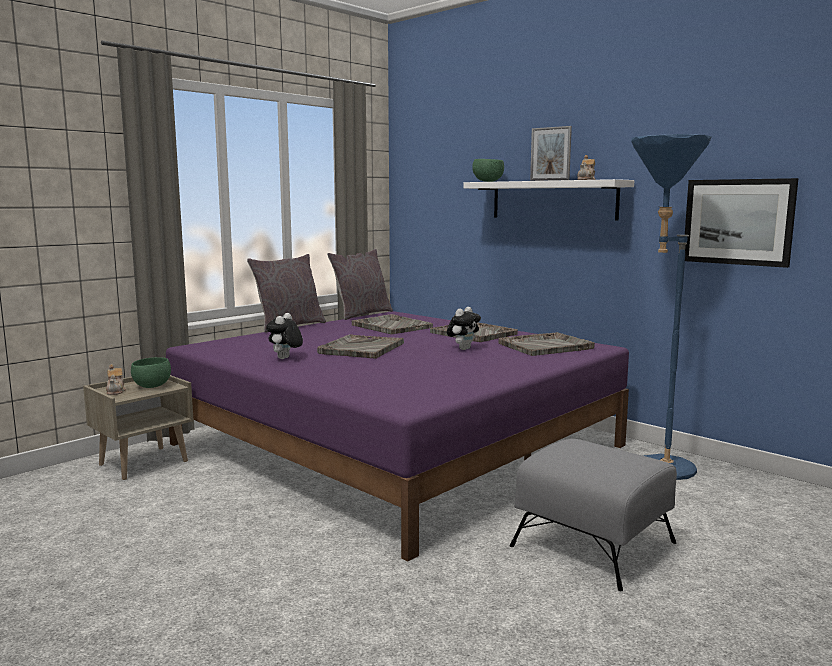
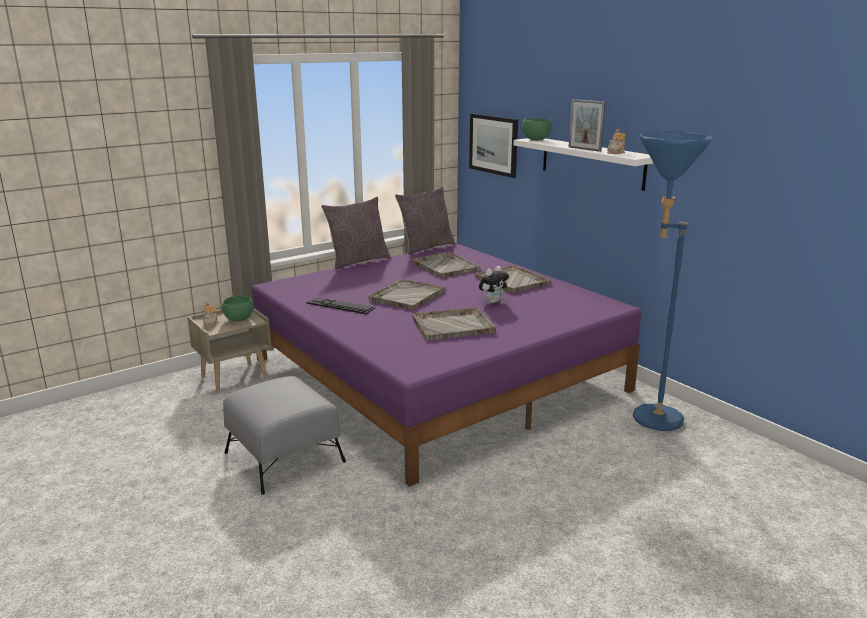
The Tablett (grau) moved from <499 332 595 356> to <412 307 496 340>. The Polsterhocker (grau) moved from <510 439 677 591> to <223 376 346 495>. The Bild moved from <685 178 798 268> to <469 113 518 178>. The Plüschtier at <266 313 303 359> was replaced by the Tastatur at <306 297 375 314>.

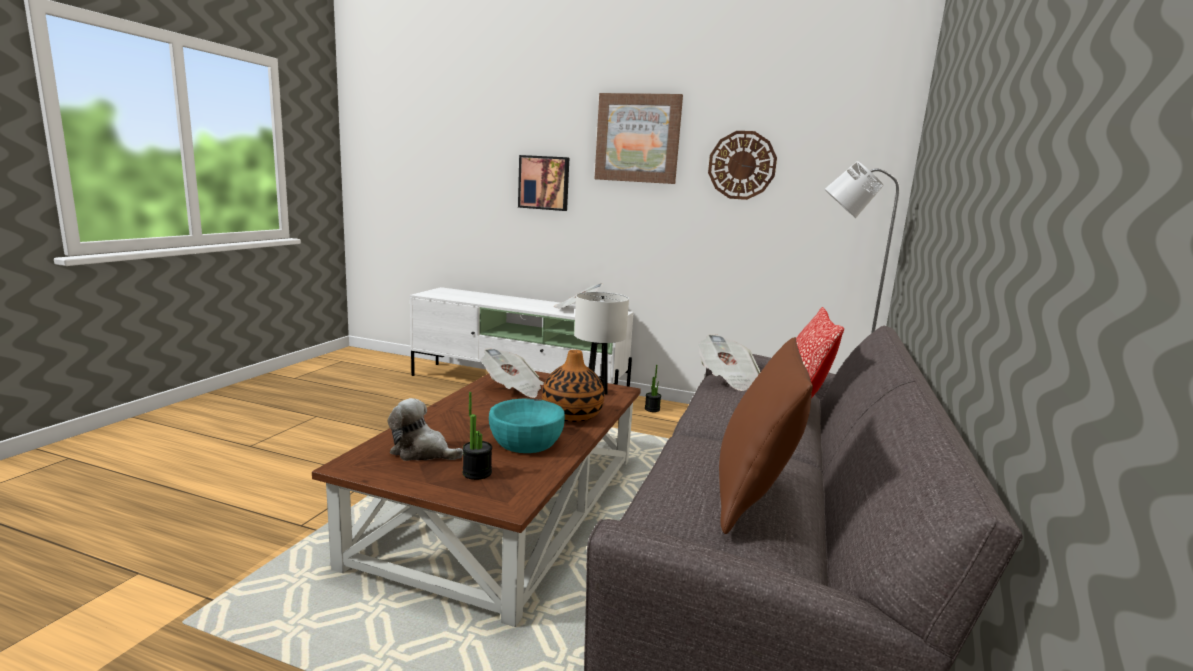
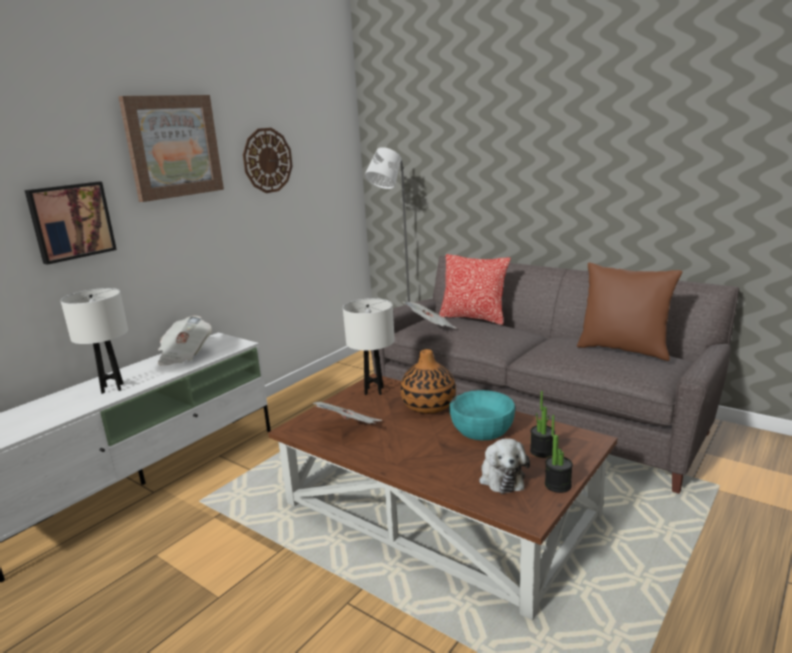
The Tischlampe (weiß) at <60 288 128 394> appeared. The Topfpflanze moved from <645 365 661 412> to <545 415 573 493>. The Plüschtier at <388 398 463 461> turned 45 degrees counterclockwise.

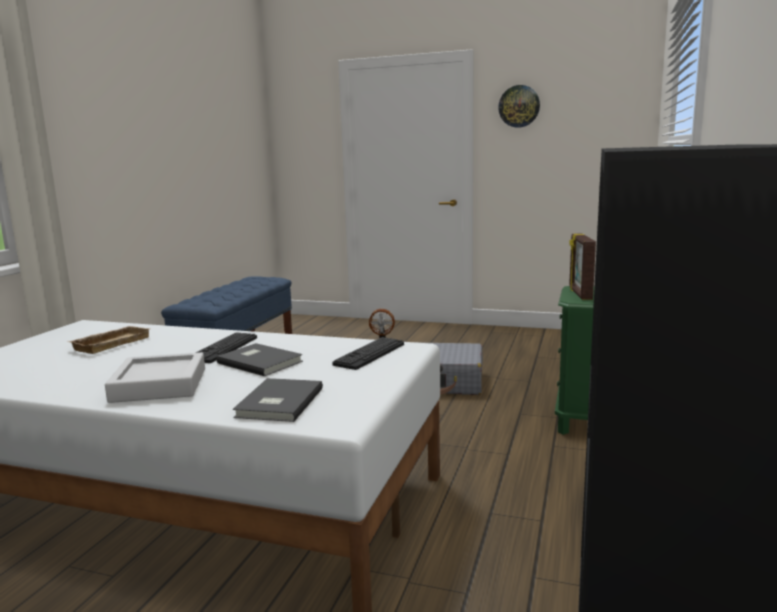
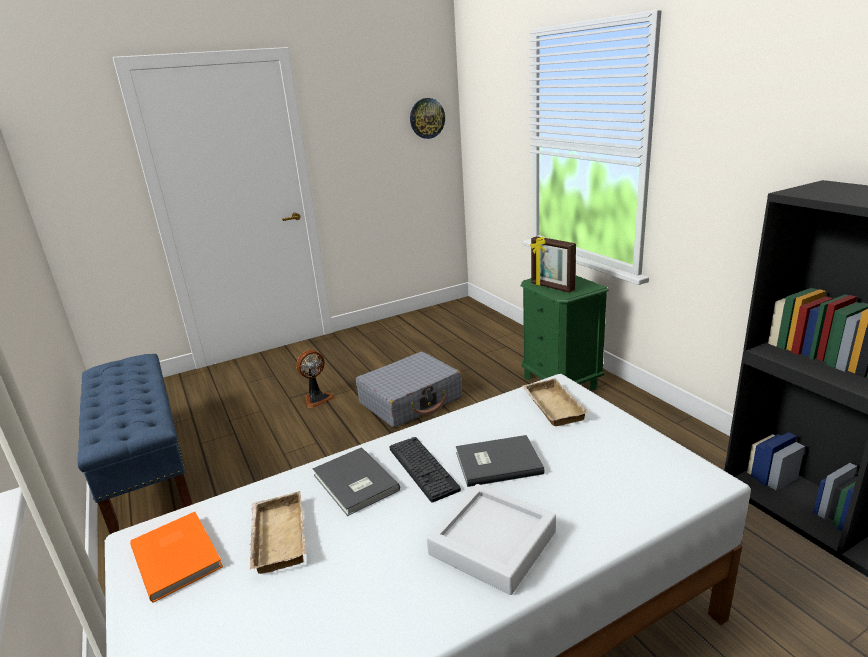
The Buch (orange) at <130 512 223 603> appeared. The Buch (grau) moved from <233 378 323 422> to <312 447 400 516>. The Wanduhr moved from <498 85 540 128> to <410 98 445 139>. The Tastatur at <332 337 404 370> was replaced by the Tablett (beige) at <522 378 589 426>.

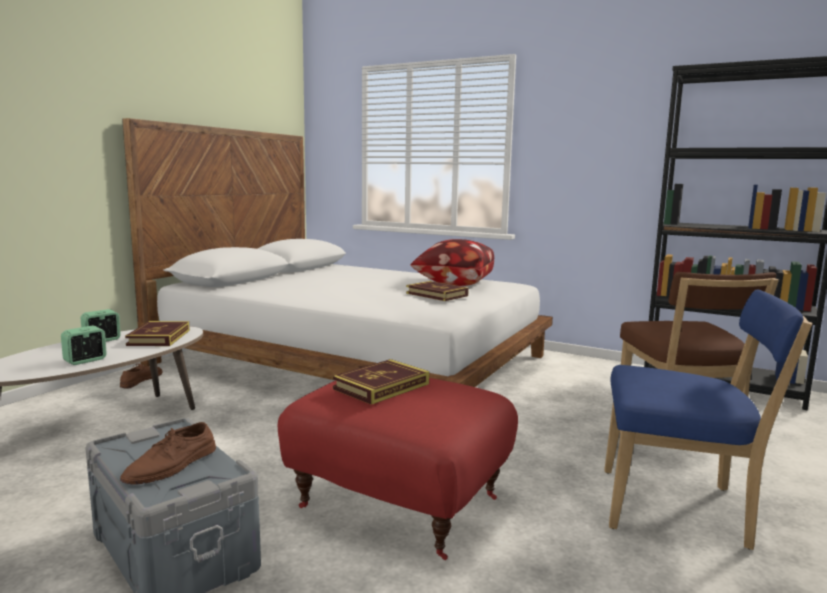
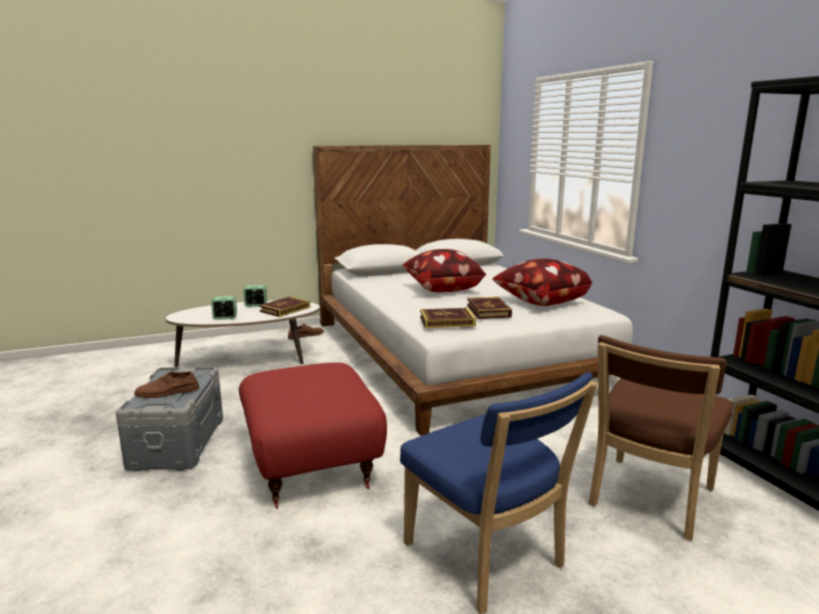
The Kissen at <402 249 486 292> appeared. The Buch moved from <333 359 429 405> to <420 308 476 328>.

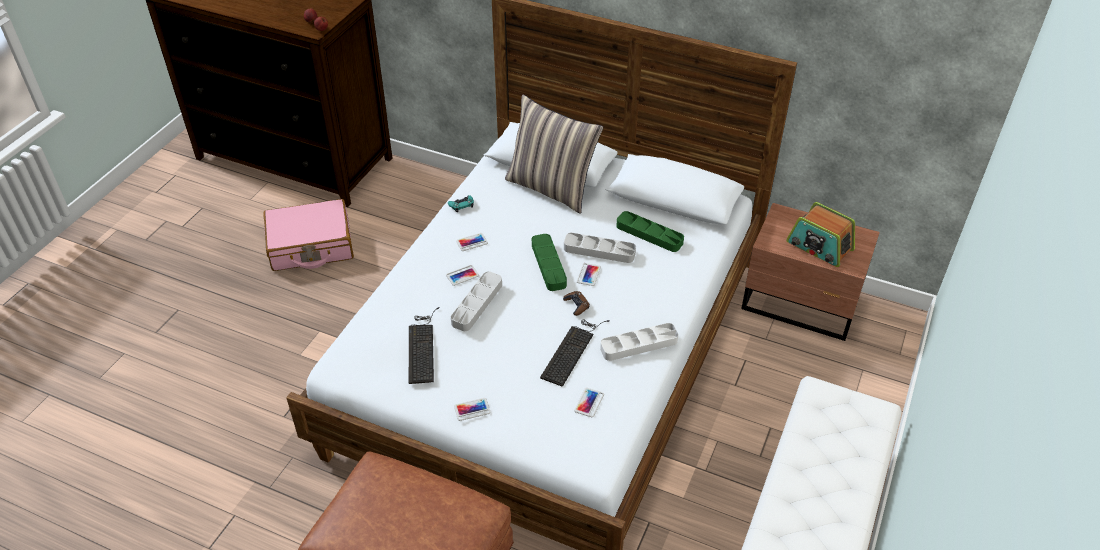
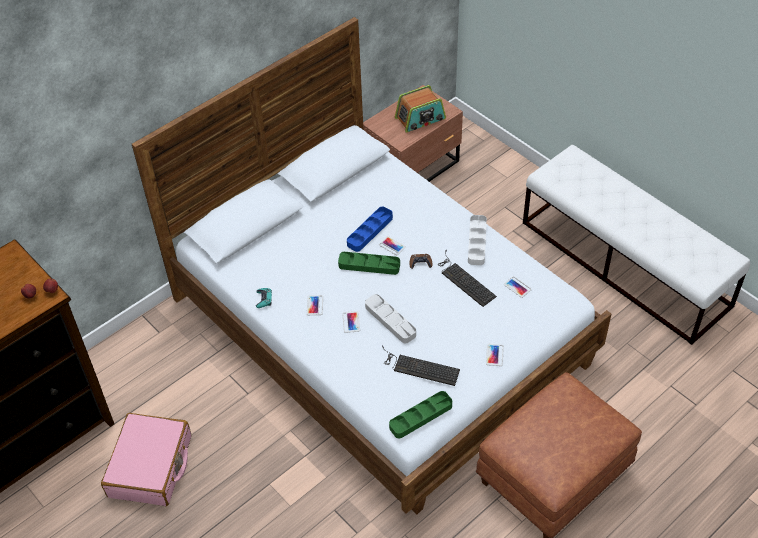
The Kissen at <505 95 603 214> disappeared. The Tablett (grün) moved from <616 211 684 252> to <389 391 452 438>. The Tablett (grau) at <564 233 636 263> became the Tablett (blau) at <347 206 393 252>.

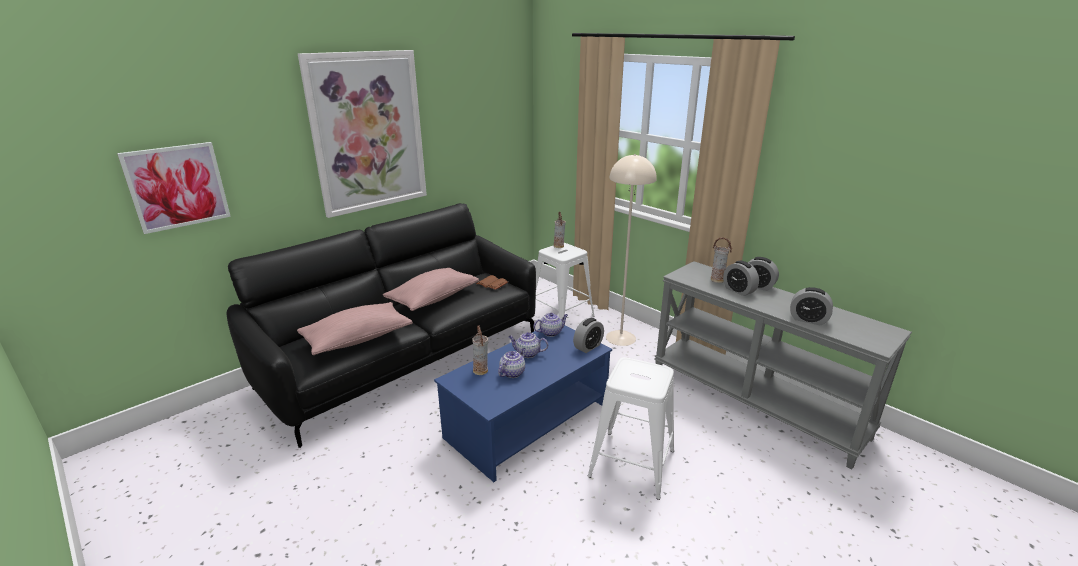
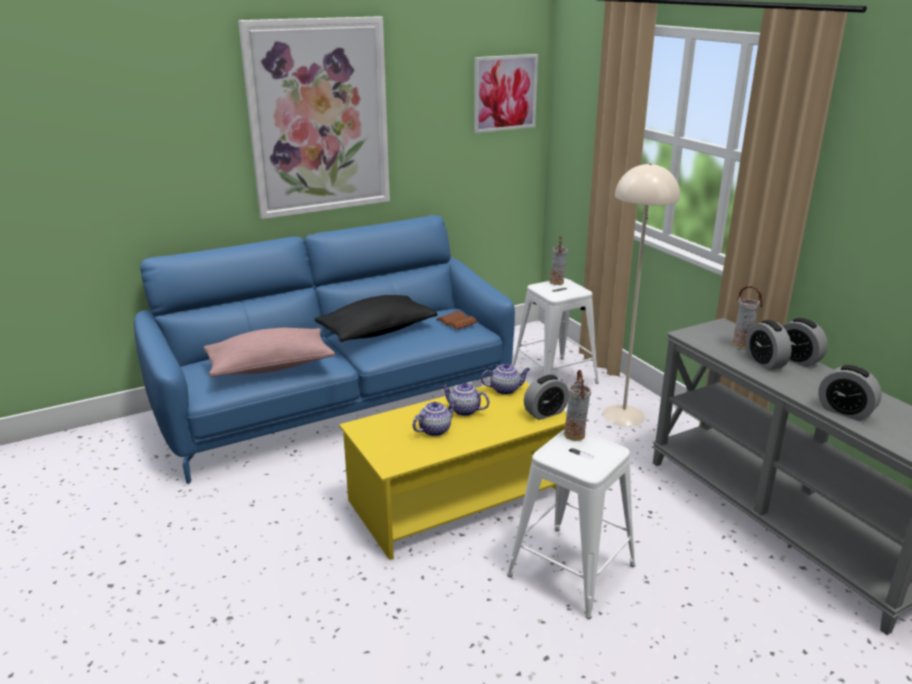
The Bild moved from <117 142 231 234> to <474 54 538 133>. The Vase moved from <472 325 488 375> to <564 370 591 441>. The Sofa (schwarz) at <226 203 536 448> became the Sofa (blau) at <134 215 515 484>. The Kissen (rosa) at <383 268 479 311> became the Kissen (schwarz) at <315 295 437 342>. The Couchtisch (blau) at <434 325 612 482> became the Couchtisch (gelb) at <339 381 567 560>.

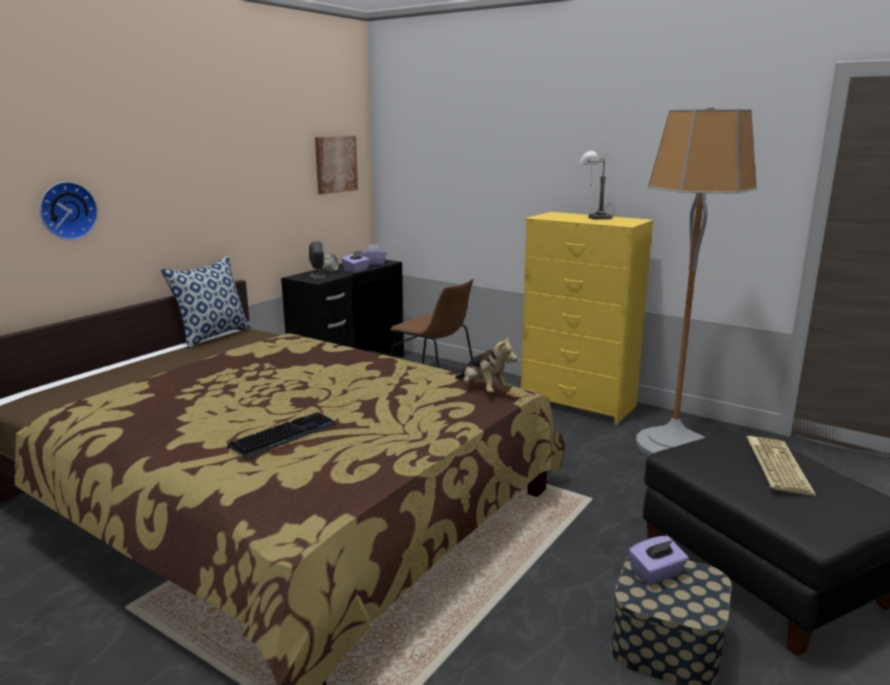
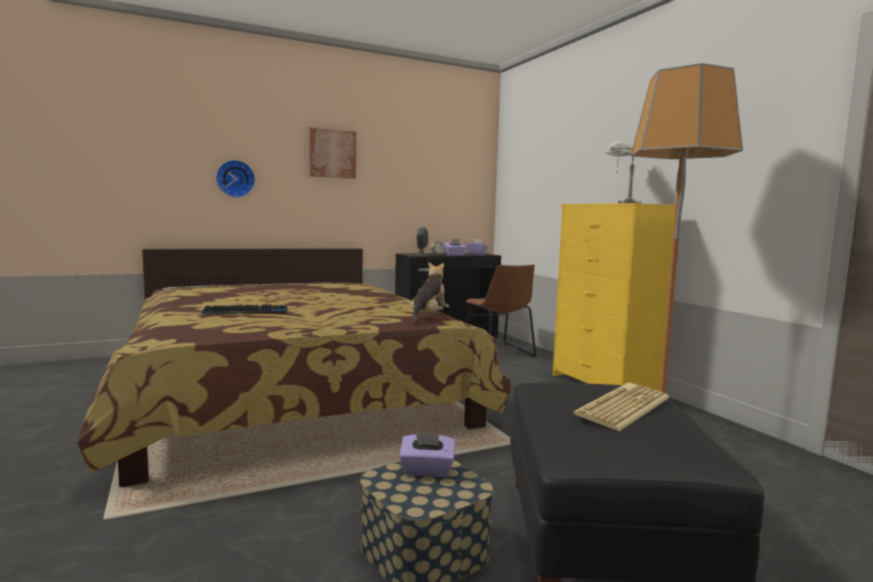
The Kissen at <161 255 252 349> disappeared. The Bild moved from <315 136 358 194> to <309 128 356 179>. The Plüschtier at <455 336 518 392> turned 150 degrees counterclockwise.

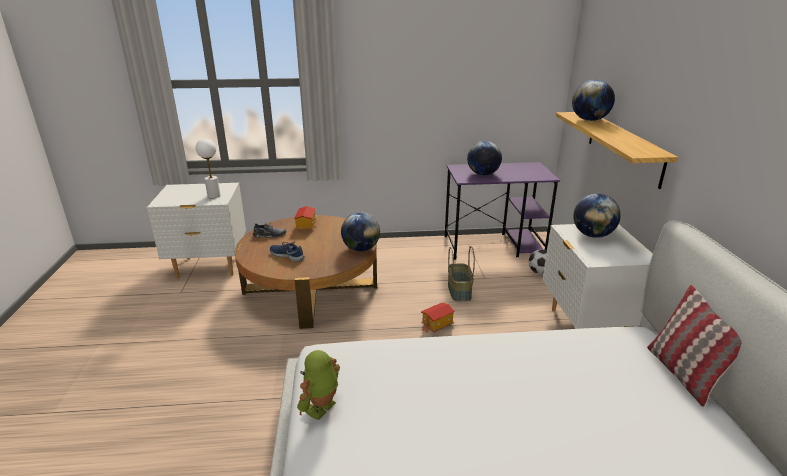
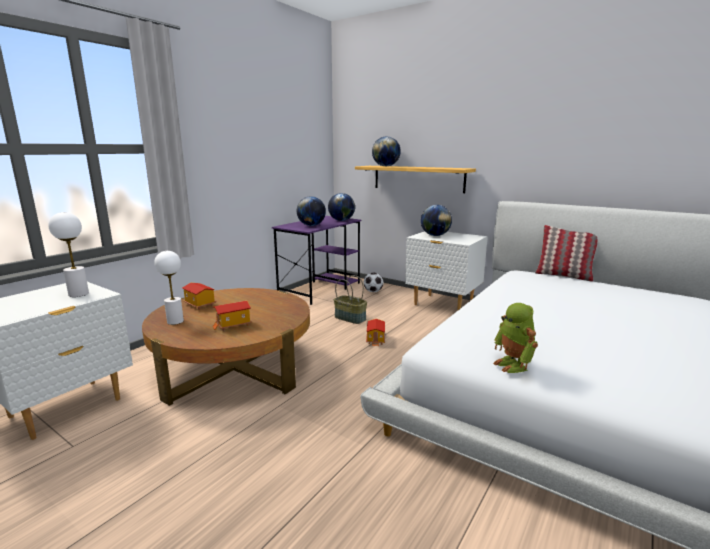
The Globus moved from <341 212 380 251> to <328 193 355 221>. The Schuh (grau) at <253 222 287 238> was replaced by the Tischlampe (weiß) at <154 251 184 325>. The Schuh (blau) at <270 242 305 262> was replaced by the Spielzeughaus at <213 301 252 331>.

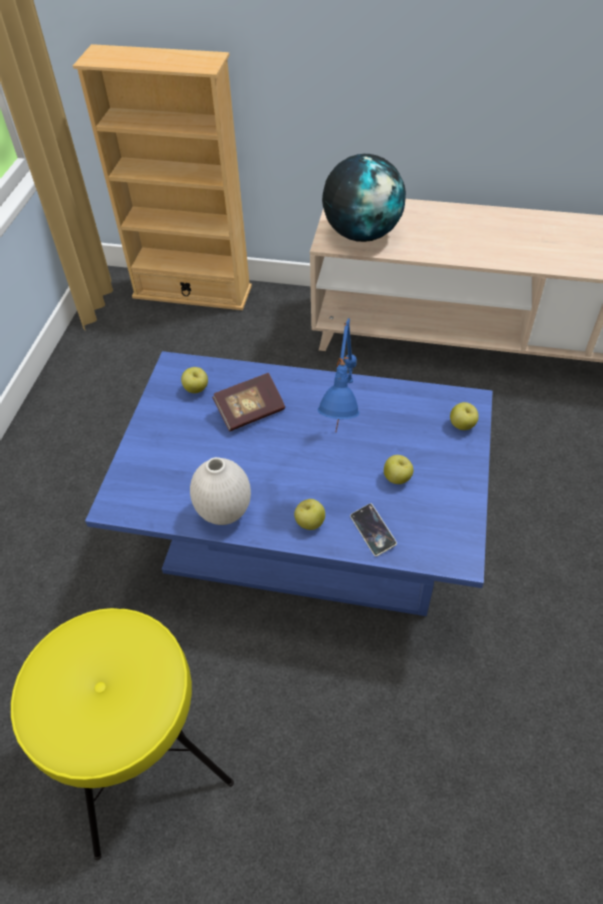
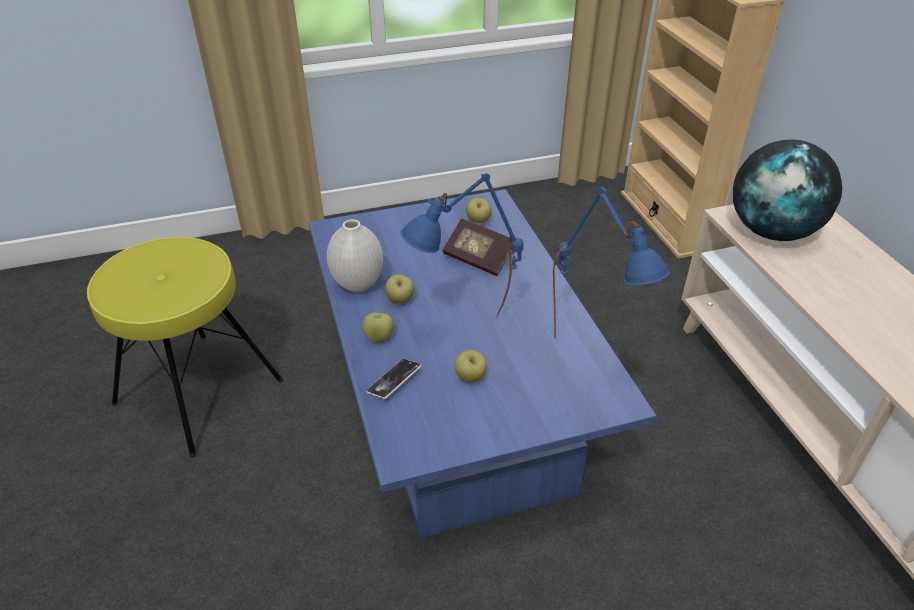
The Tischlampe (blau) at <553 187 670 339> appeared. The Apfel moved from <450 402 479 430> to <385 274 414 303>.

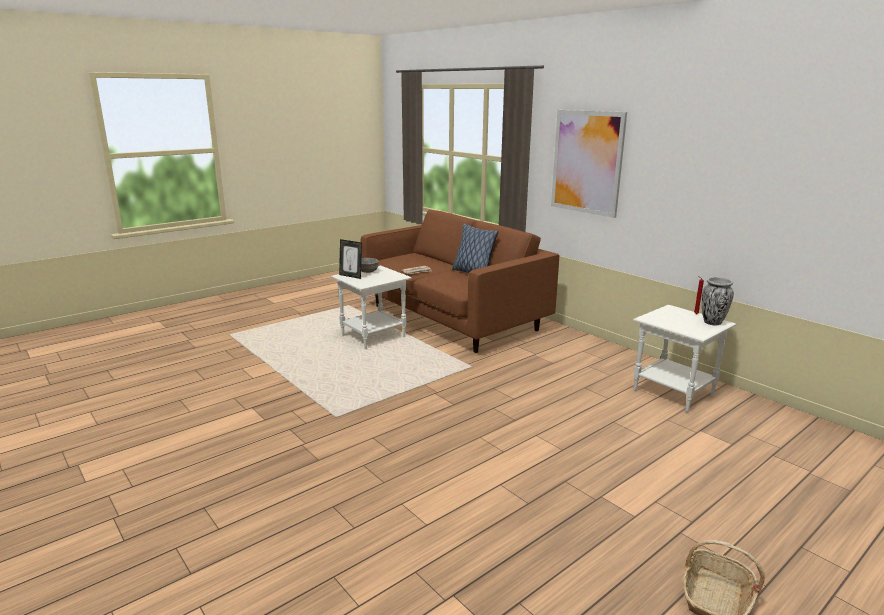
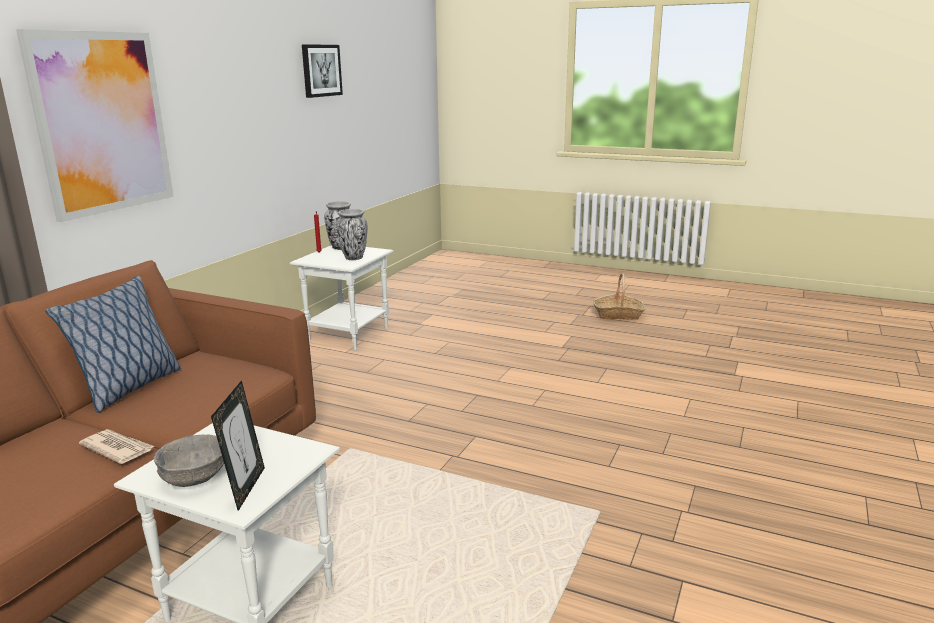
The Bild at <302 44 343 98> appeared. The Vase at <337 209 367 260> appeared.

